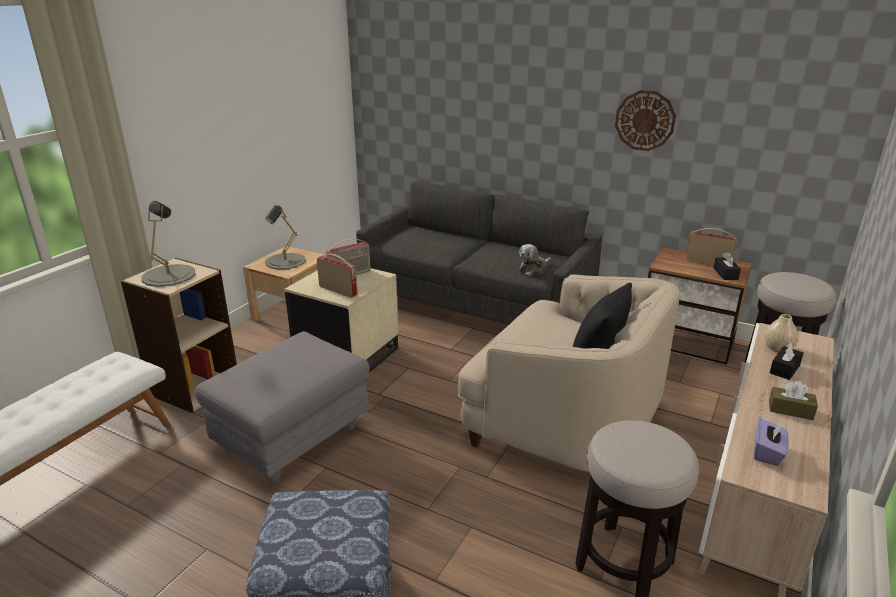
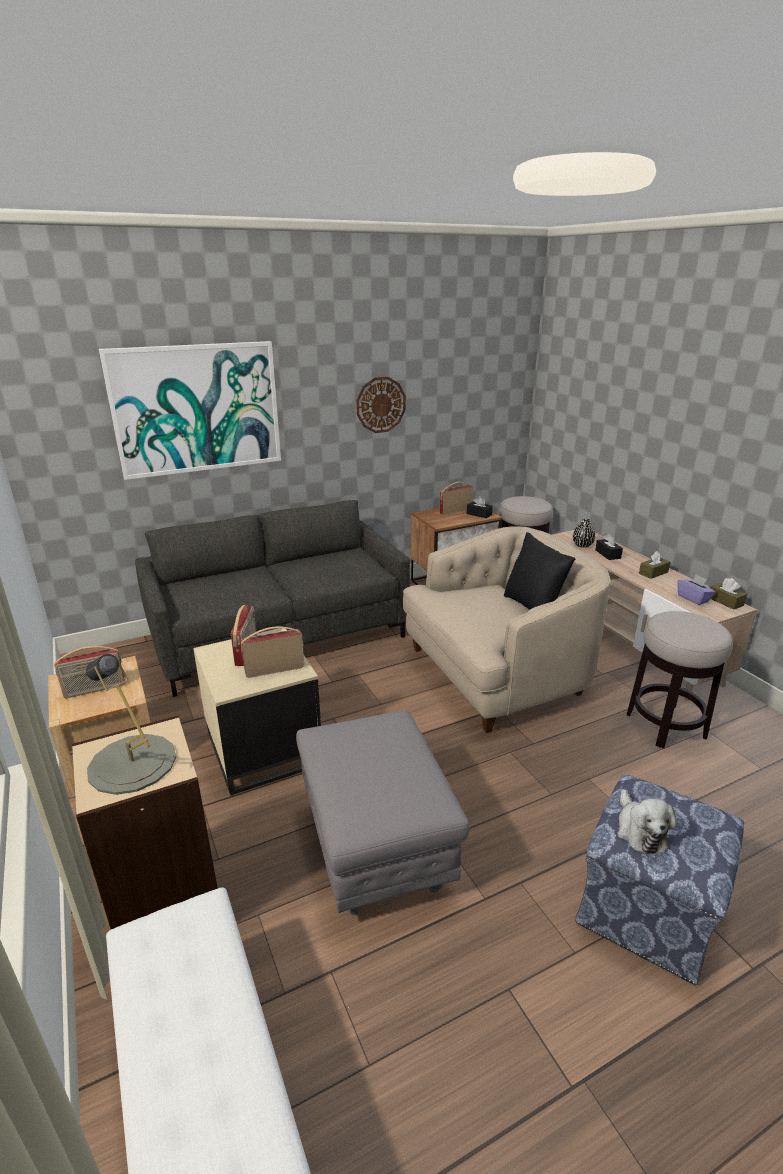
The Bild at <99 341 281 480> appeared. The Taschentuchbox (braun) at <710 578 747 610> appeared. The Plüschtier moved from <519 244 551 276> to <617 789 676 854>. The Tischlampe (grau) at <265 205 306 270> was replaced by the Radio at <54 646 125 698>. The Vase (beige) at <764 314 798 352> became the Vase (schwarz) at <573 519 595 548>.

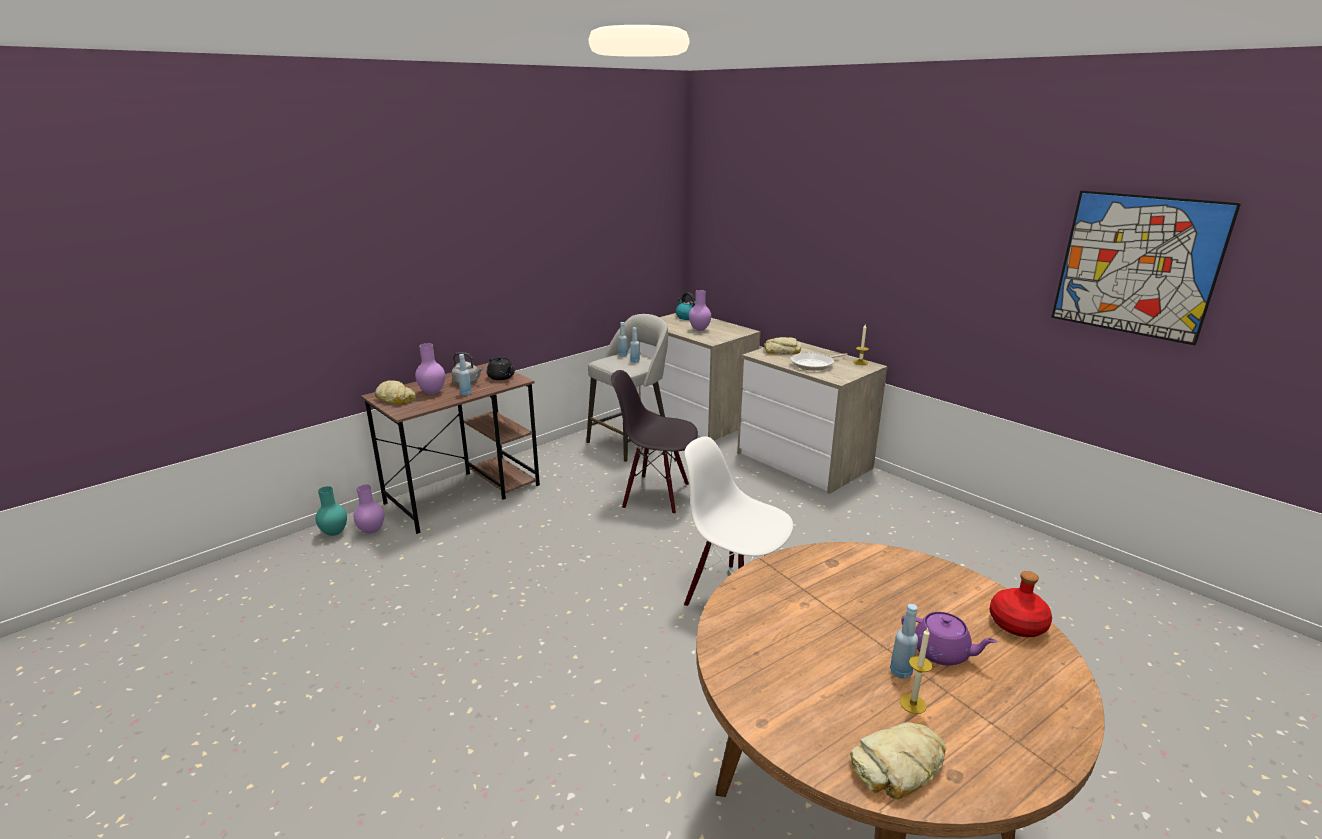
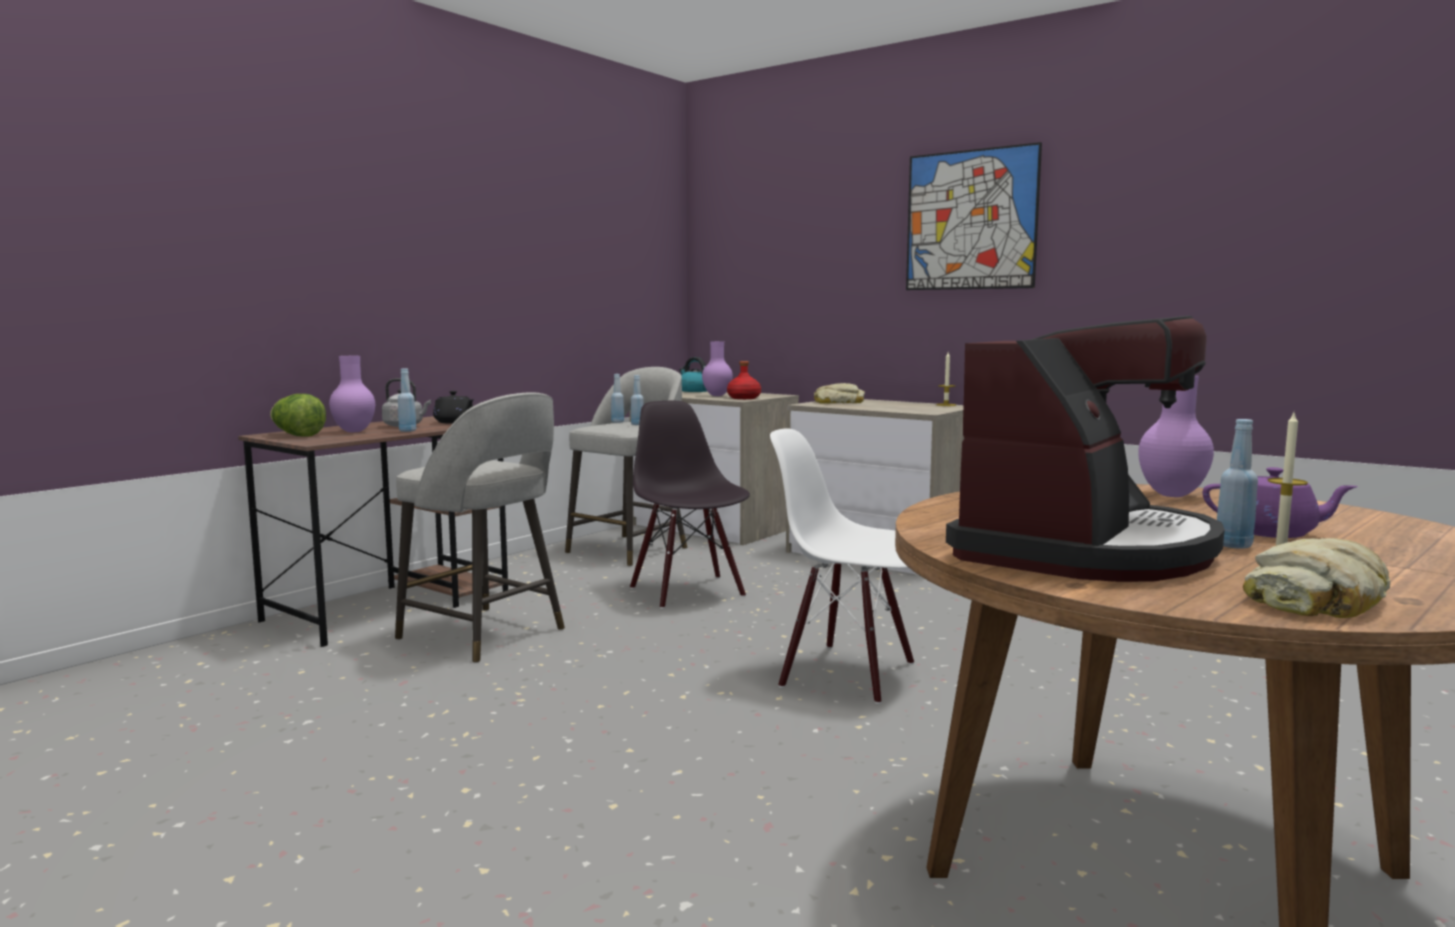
The Vase (türkis) at <315 486 347 536> disappeared. The Pfanne at <790 353 848 371> disappeared. The Hocker (grau) at <395 392 565 663> appeared. The Kaffeemaschine at <946 316 1225 582> appeared. The Vase (lila) moved from <353 484 384 534> to <1138 376 1214 497>. The Flasche (rot) moved from <990 571 1052 637> to <727 361 761 399>. The Bild moved from <1051 190 1241 345> to <906 142 1042 290>. The Brot at <375 380 416 404> was replaced by the Salatkopf at <270 394 326 436>. The Stuhl (schwarz) at <611 370 698 514> turned 60 degrees clockwise.

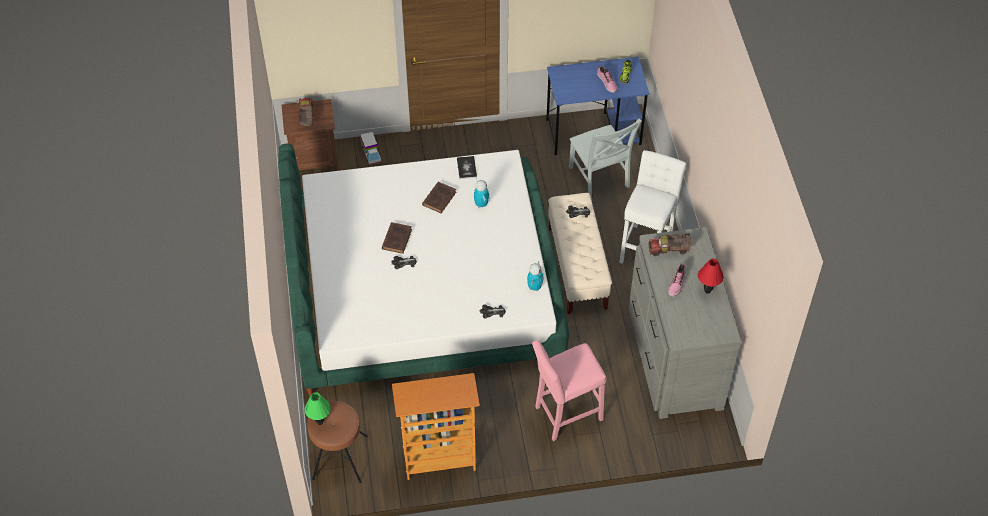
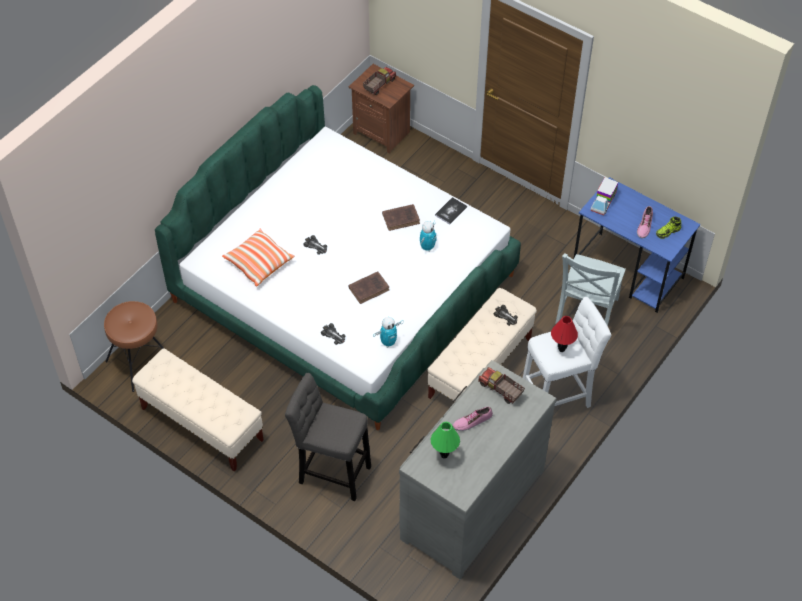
The Kissen at <222 229 294 286> appeared. The Tischlampe (grün) moved from <305 392 331 425> to <431 422 460 459>. The Spielzeuglaster moved from <360 132 381 165> to <590 177 618 215>. The Buch (braun) moved from <382 222 412 254> to <348 271 389 304>. The Tischlampe (rot) moved from <698 259 724 294> to <551 316 578 352>. The Bücherregal at <392 373 480 480> was replaced by the Bank (beige) at <132 349 264 472>. The Hocker (rosa) at <532 340 606 441> became the Hocker (grau) at <285 373 371 501>.

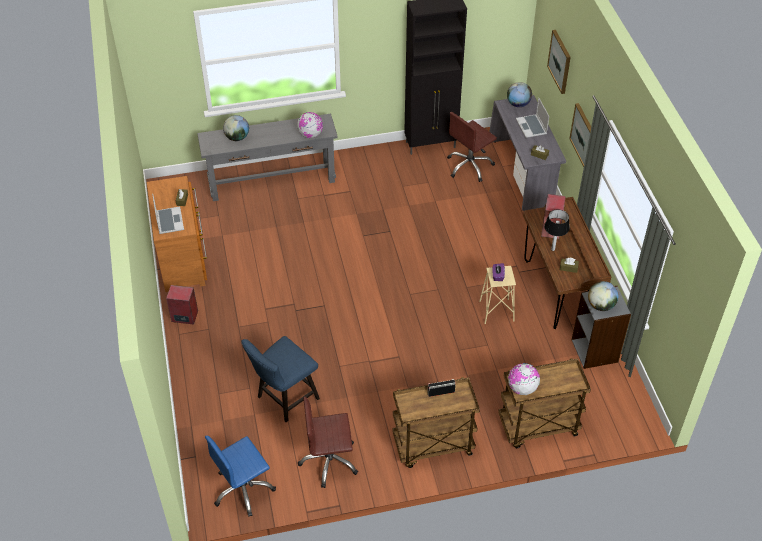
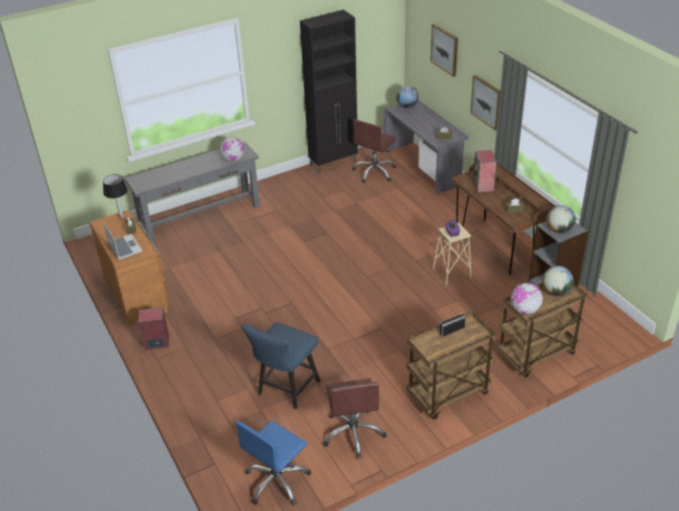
The Laptop at <516 98 549 138> disappeared. The Globus moved from <223 115 249 141> to <542 266 573 296>. The Tischlampe moved from <544 209 570 251> to <103 174 128 218>. The Bürostuhl (braun) at <298 397 358 488> turned 75 degrees counterclockwise.

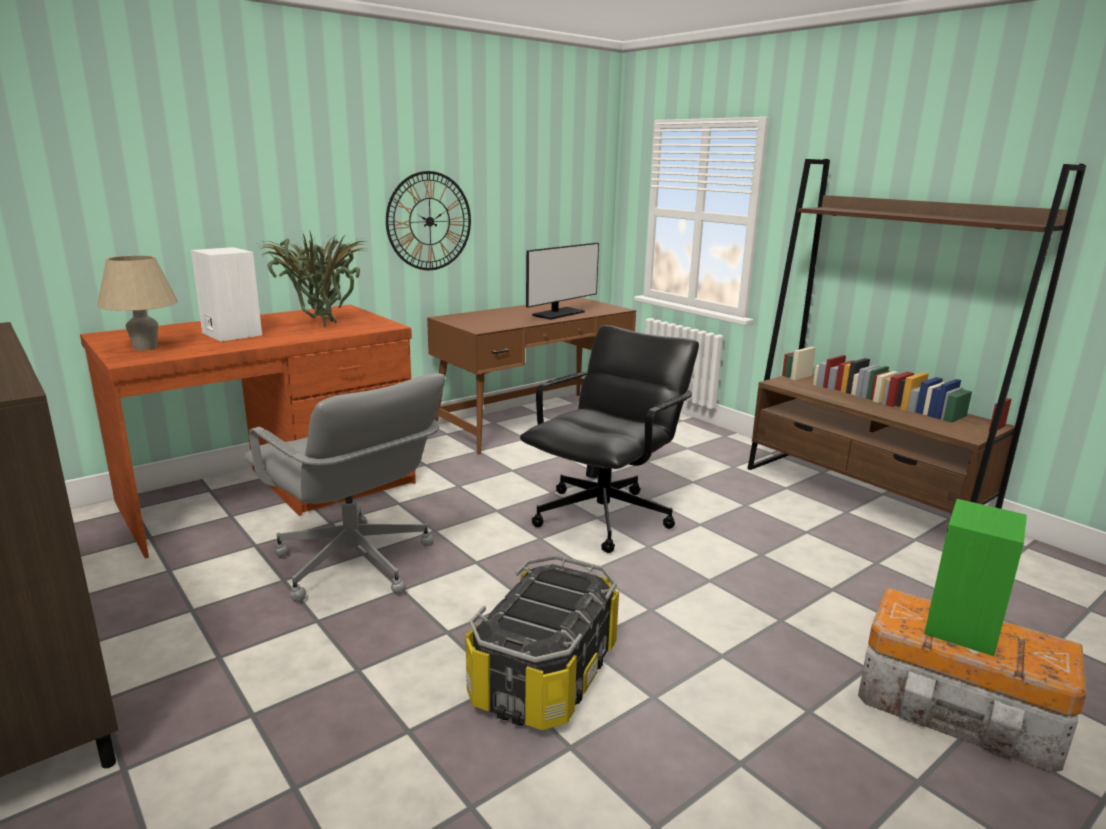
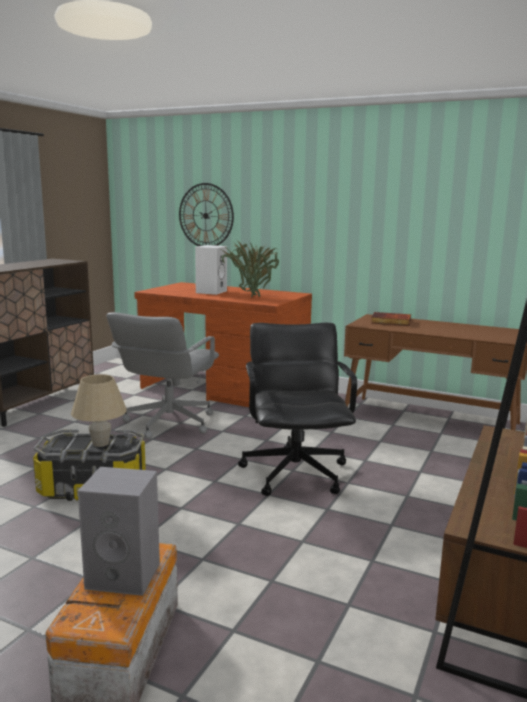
The Monitor at <526 243 599 320> disappeared. The Buch at <371 312 411 326> appeared. The Tischlampe (beige) moved from <97 255 178 350> to <71 374 127 447>. The Wanduhr moved from <386 171 471 270> to <179 183 234 246>. The Lautsprecher (grün) at <924 499 1027 656> became the Lautsprecher (grau) at <78 467 160 596>. The Bürostuhl (schwarz) at <520 325 699 553> turned 105 degrees counterclockwise.

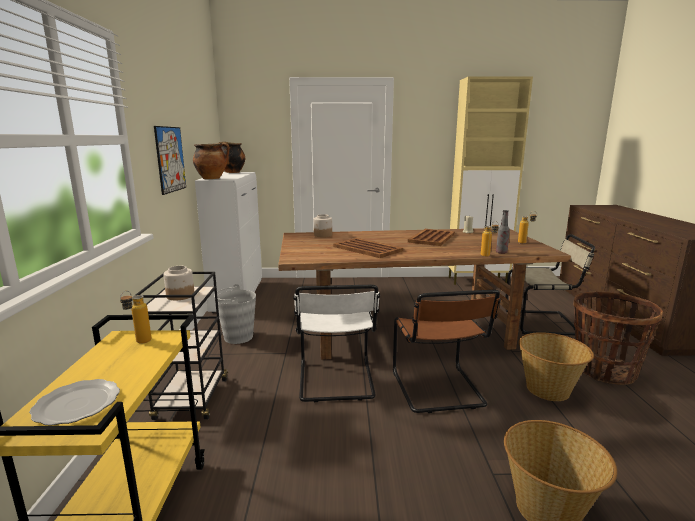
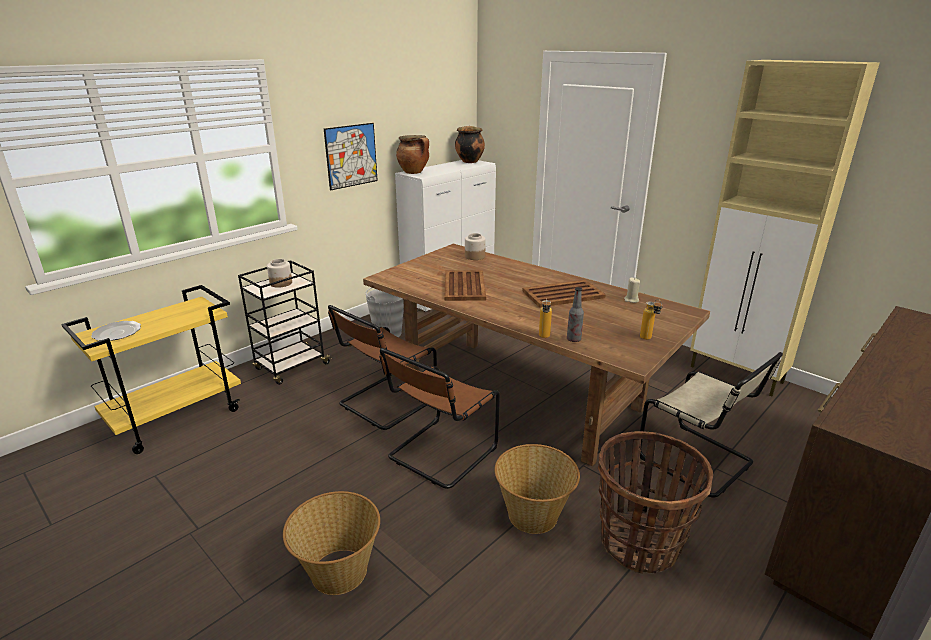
The Flasche at <120 291 151 344> disappeared. The Stuhl (weiß) at <293 285 380 402> became the Stuhl (braun) at <328 305 437 430>.

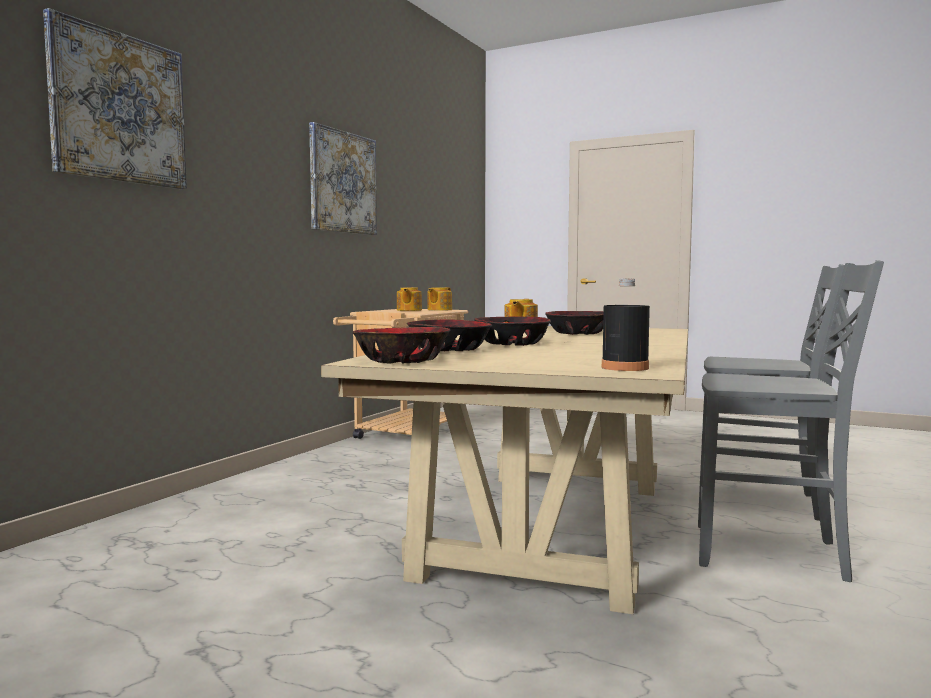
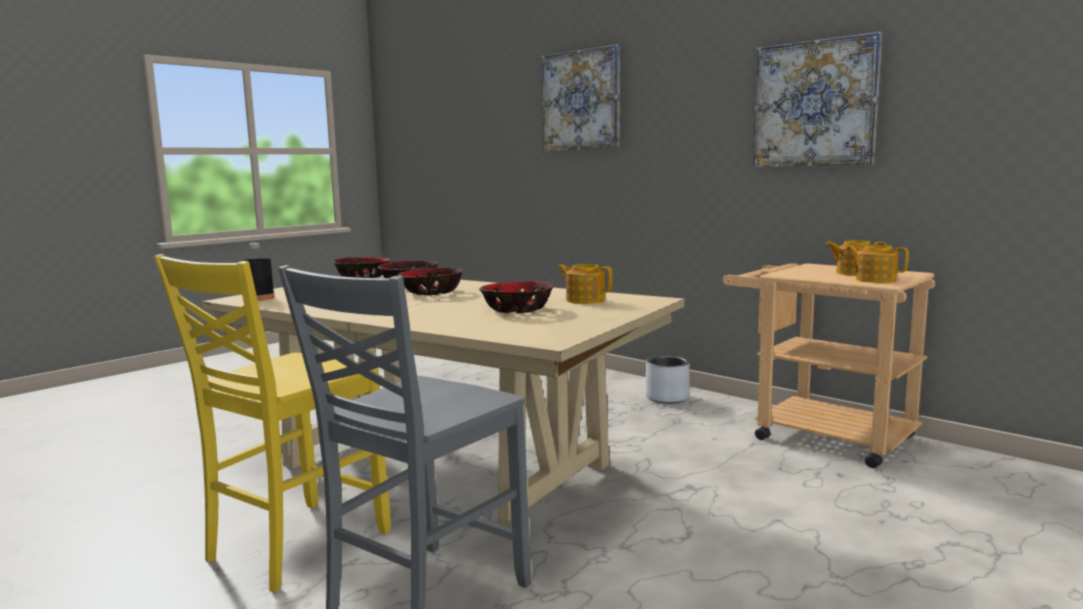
The Pflanzkübel (grau) at <645 356 689 404> appeared. The Stuhl (grau) at <698 260 884 582> became the Stuhl (gelb) at <154 254 391 592>.

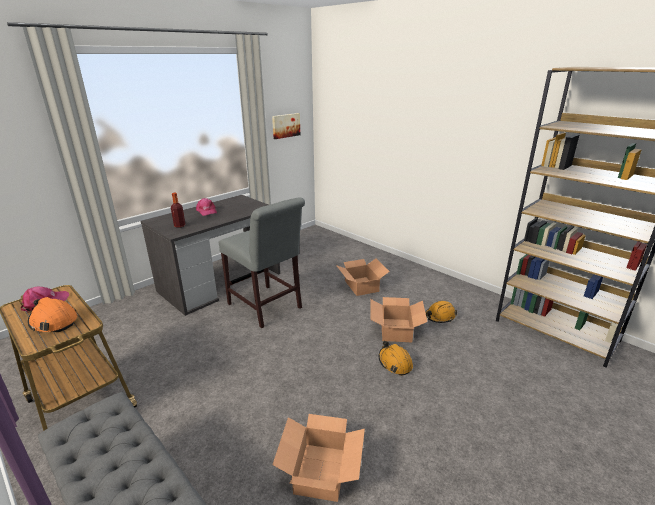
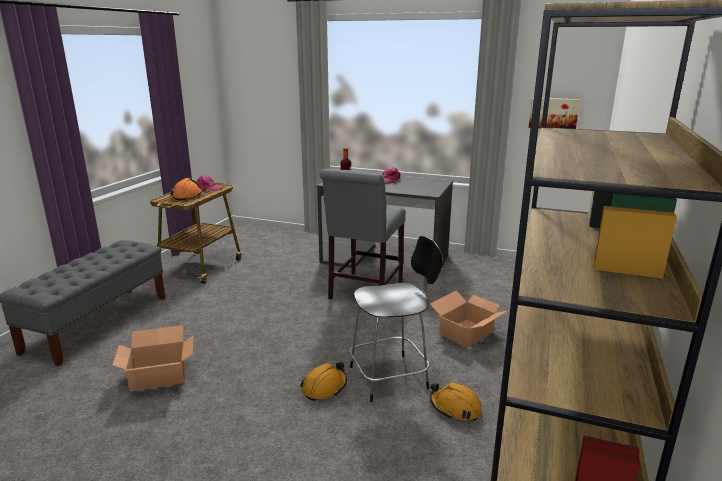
The Karton at <370 297 427 342> was replaced by the Stuhl (schwarz) at <349 236 443 402>.

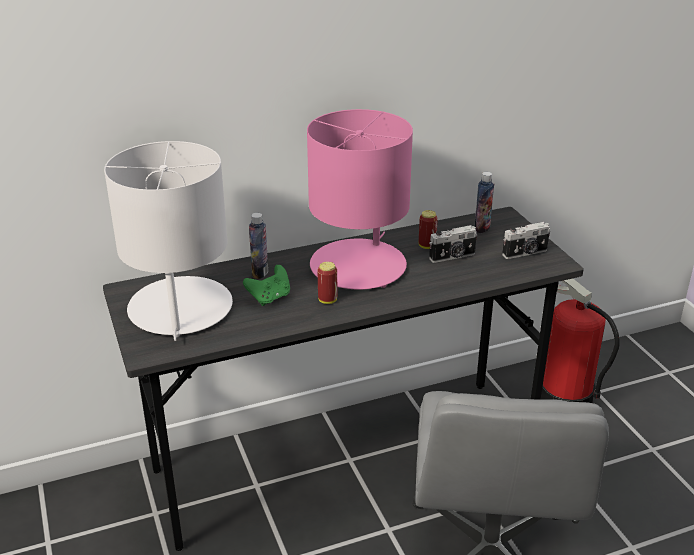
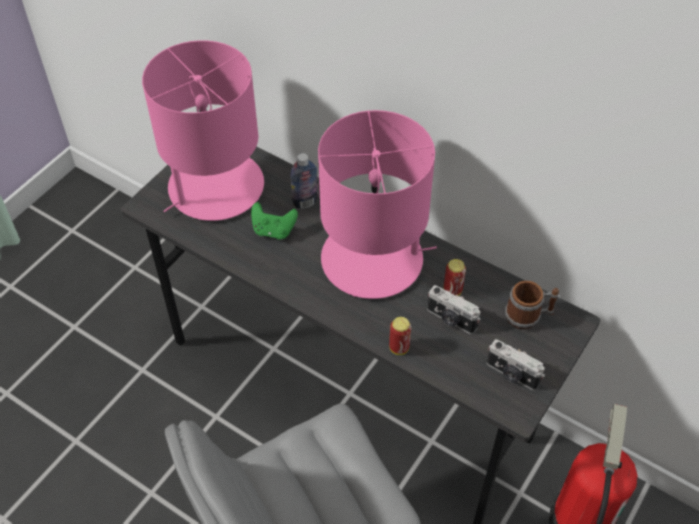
The Dose moved from <318 262 337 304> to <389 317 411 355>. The Flasche at <475 172 494 233> was replaced by the Henkelbecher at <505 281 559 329>. The Tischlampe (weiß) at <104 141 233 341> became the Tischlampe (rosa) at <142 40 264 221>.

